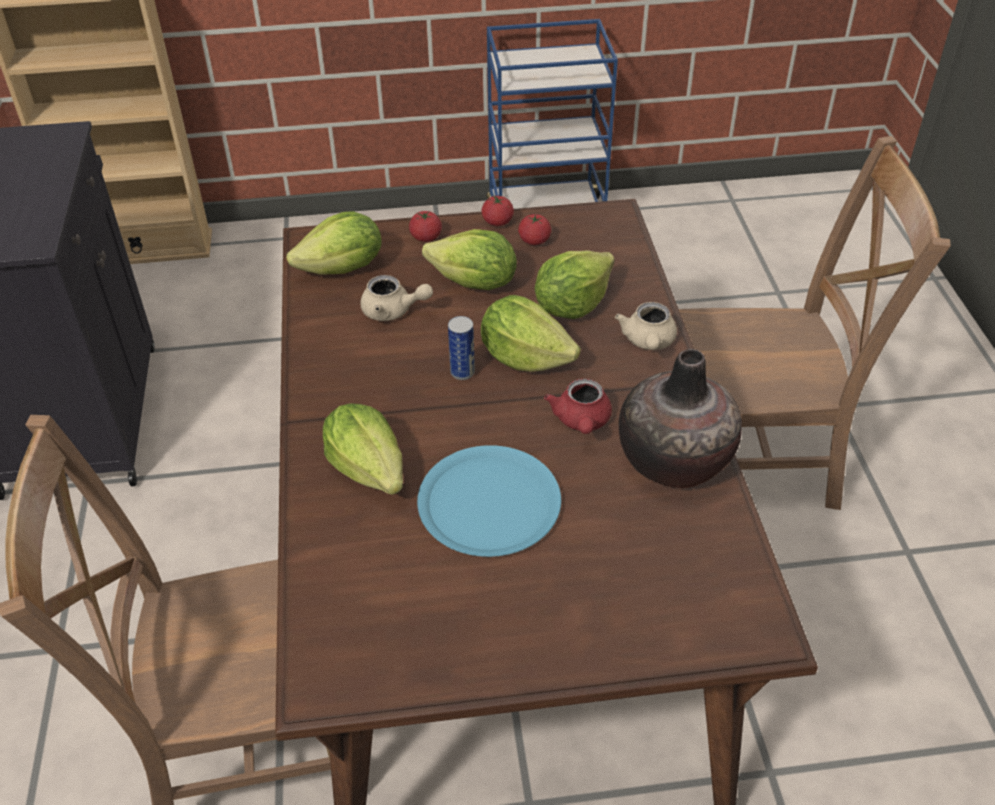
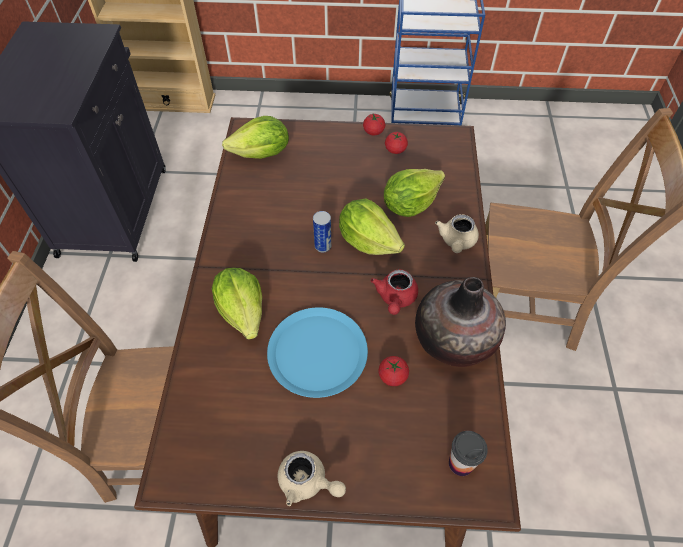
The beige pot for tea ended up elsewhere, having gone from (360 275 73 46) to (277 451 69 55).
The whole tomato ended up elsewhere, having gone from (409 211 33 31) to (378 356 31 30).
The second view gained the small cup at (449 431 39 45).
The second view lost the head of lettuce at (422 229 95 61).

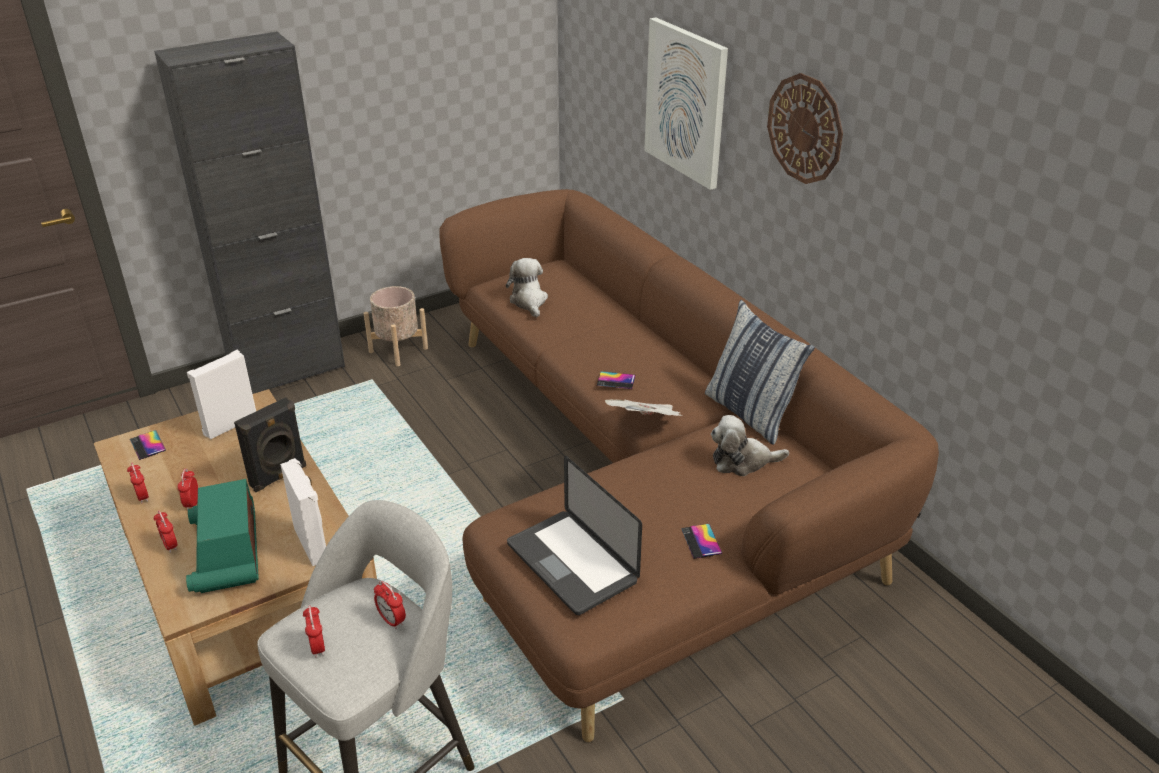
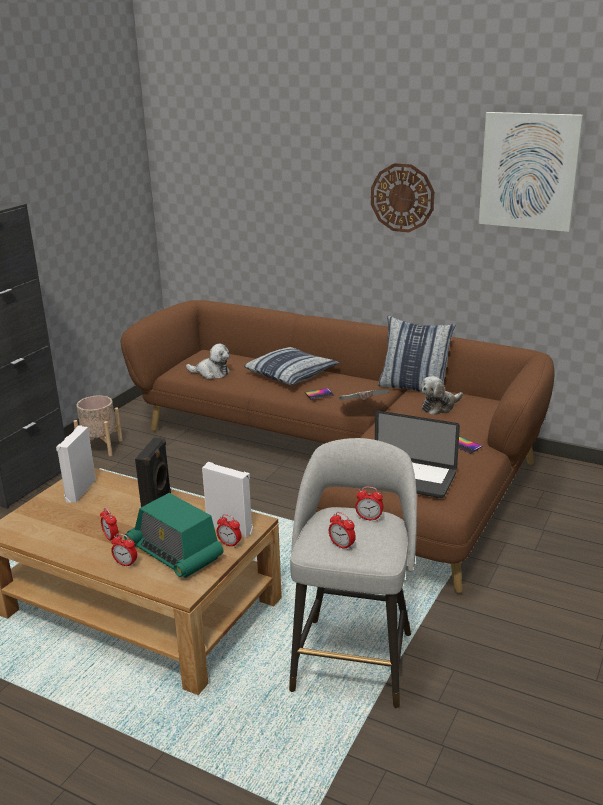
The soft toy at (506 258 42 59) ended up facing another way, 150 degrees clockwise from before.
The alarm clock ended up elsewhere, having gone from (127 463 22 41) to (217 514 25 34).
The second view gained the cushion at (244 347 95 38).
The picture ended up elsewhere, having gone from (644 17 84 173) to (479 112 104 120).
The second view lost the telephone at (130 430 36 30).

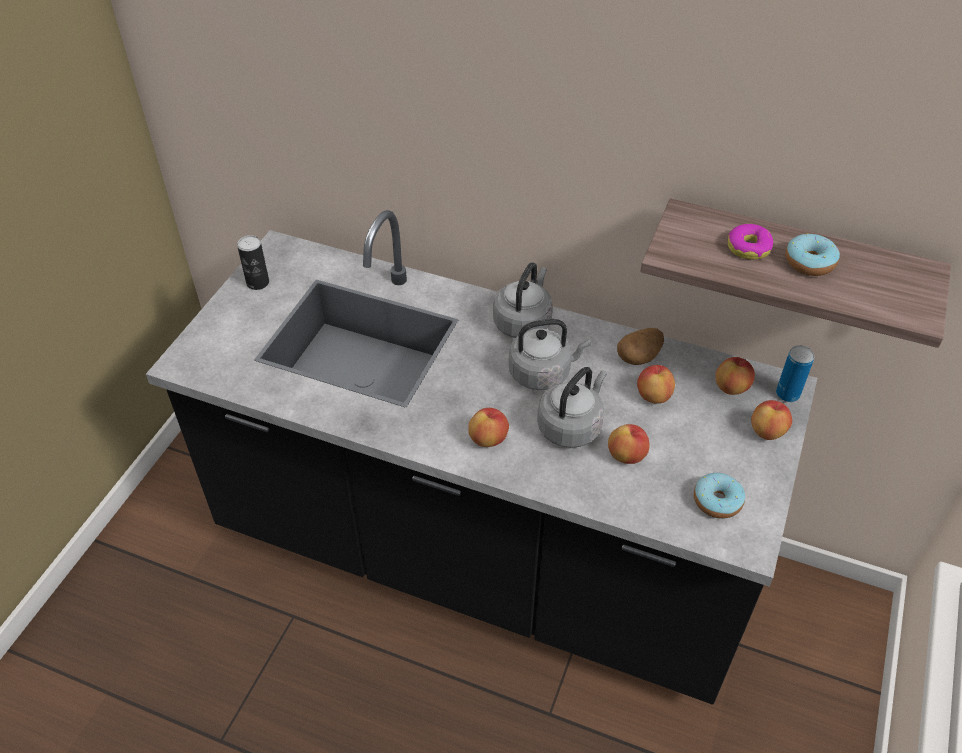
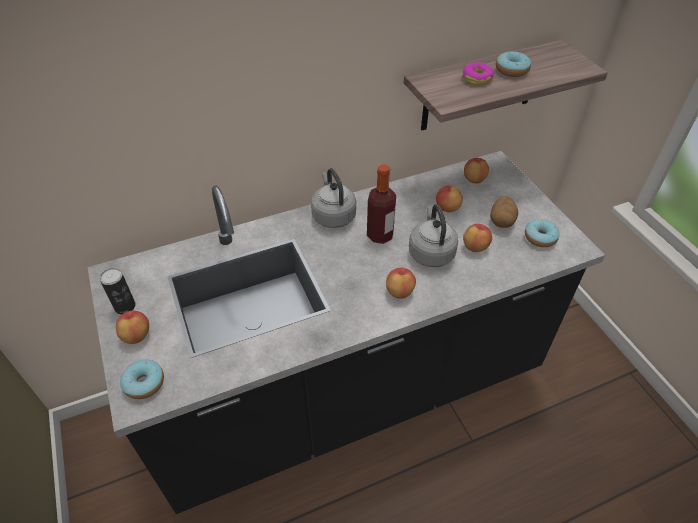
The apple ended up elsewhere, having gone from (751 400 41 40) to (116 311 33 33).
The second view gained the ring doughnut at (120 359 44 40).
Where the grey water kettle stood at (509 319 82 71), the drink bottle came to stand at (367 164 29 80).
The whole potato ended up elsewhere, having gone from (617 328 47 37) to (490 196 28 32).
The second view lost the metal can at (776 345 39 57).

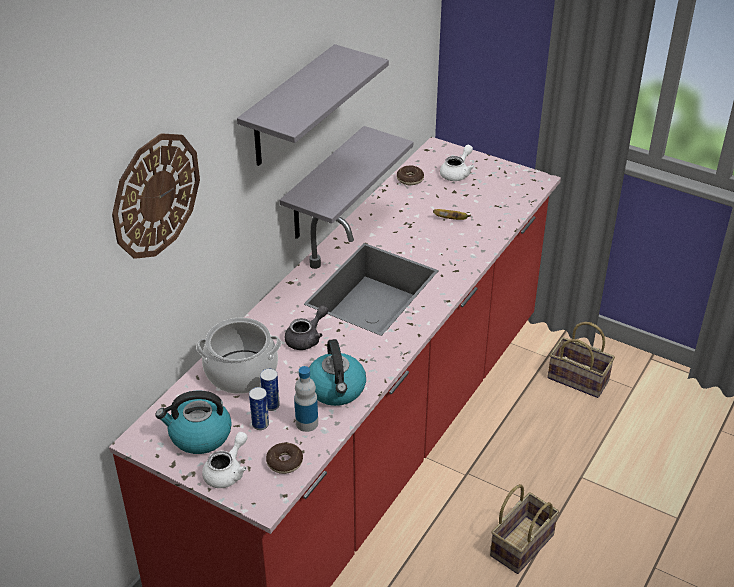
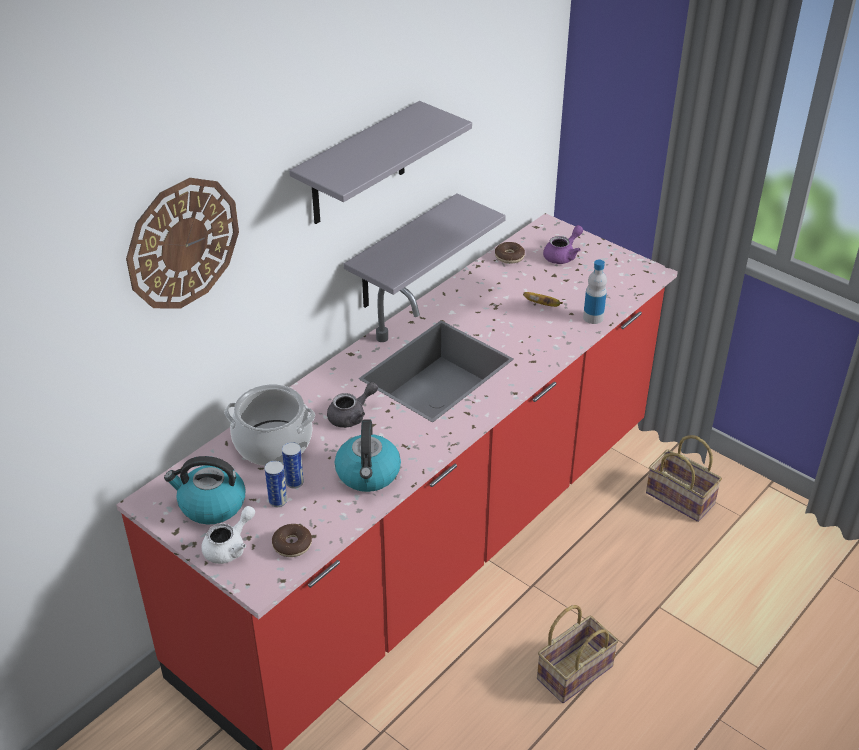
What was the white pot for tea at (440 145 35 36) turned into the purple pot for tea at (543 225 40 39).
The drink bottle ended up elsewhere, having gone from (294 366 24 66) to (583 260 24 64).

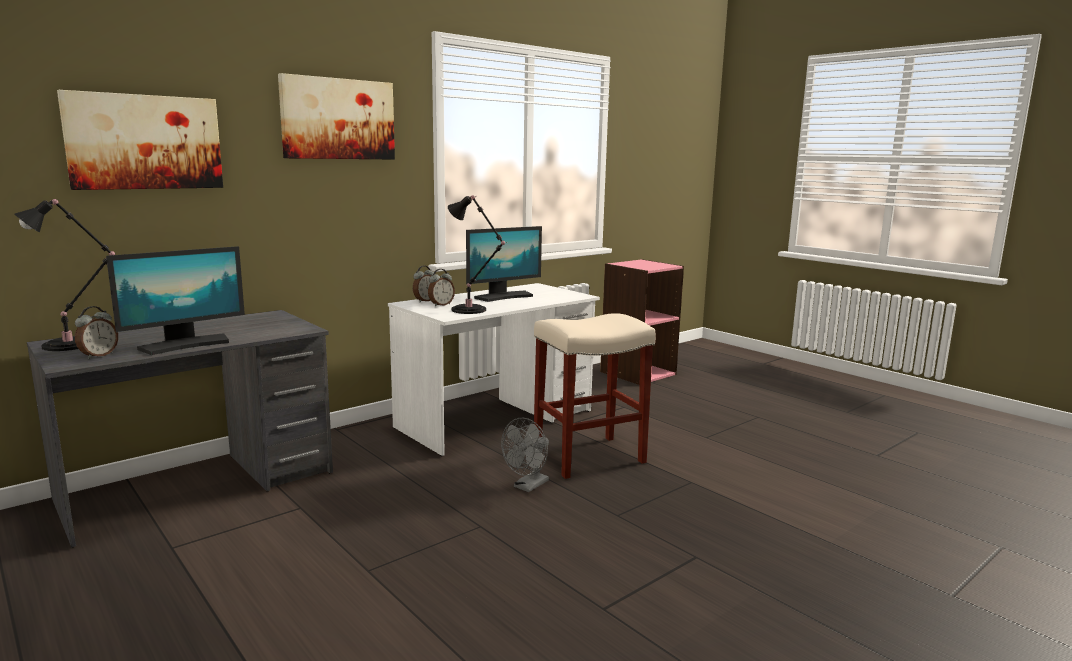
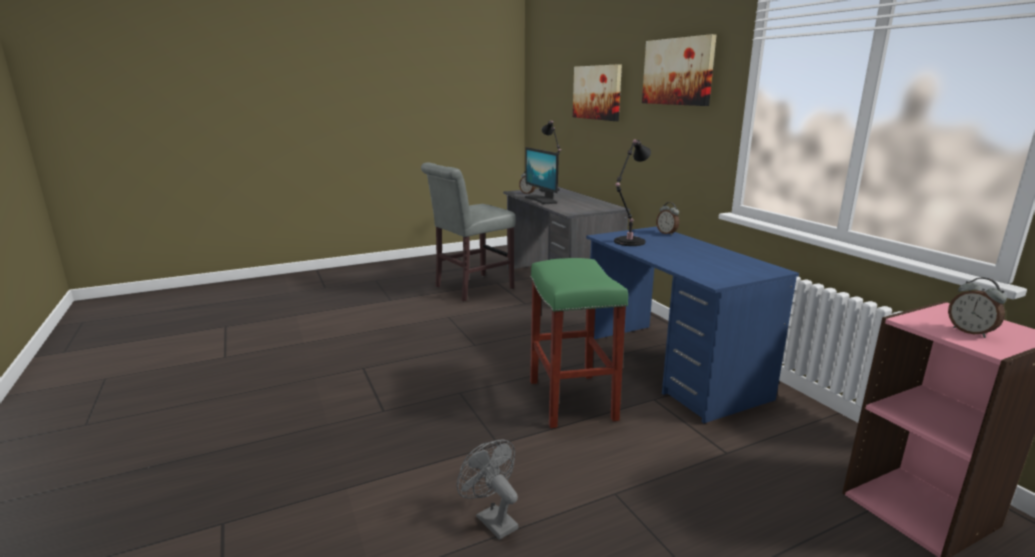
The second view gained the grey upright chair at (421 162 95 140).
The grey electric fan ended up elsewhere, having gone from (501 418 48 74) to (457 439 61 101).
What was the beige sitting stool at (534 313 122 166) turned into the green-coloured sitting stool at (530 258 98 170).
What was the white desk at (388 283 212 173) turned into the bluish desk at (586 226 213 198).
The alarm clock ended up elsewhere, having gone from (428 269 27 38) to (948 278 59 60).
The second view lost the computer display at (466 226 76 76).

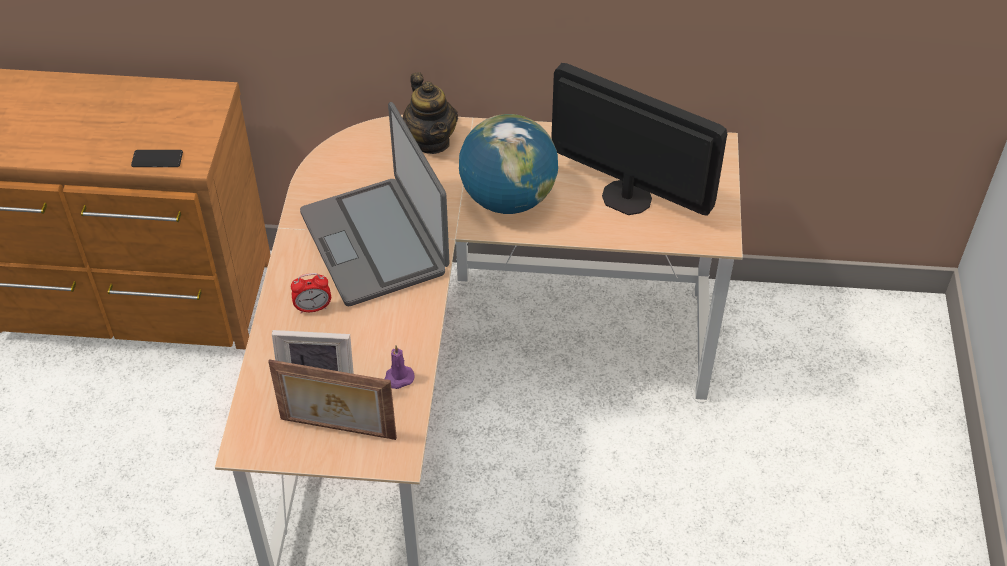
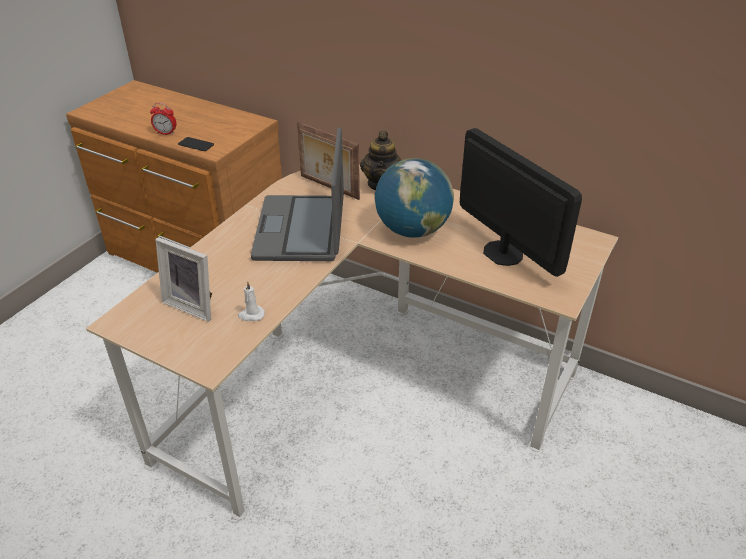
The alarm clock ended up elsewhere, having gone from (291 273 40 40) to (150 103 26 32).
What was the purple wax candle at (385 345 30 44) turned into the white wax candle at (238 281 27 40).
The standing frame ended up elsewhere, having gone from (268 359 129 81) to (297 122 63 78).

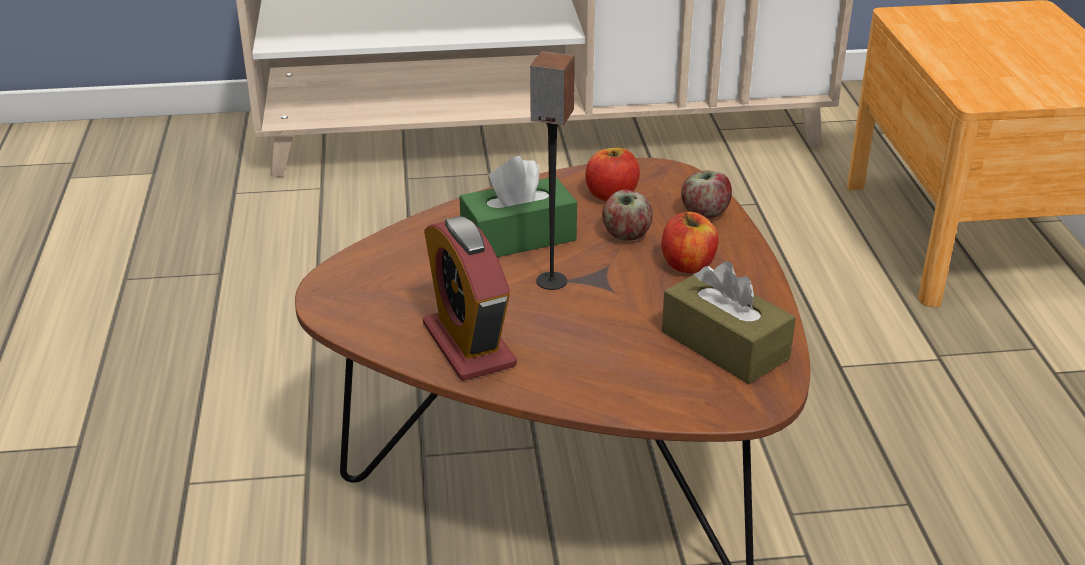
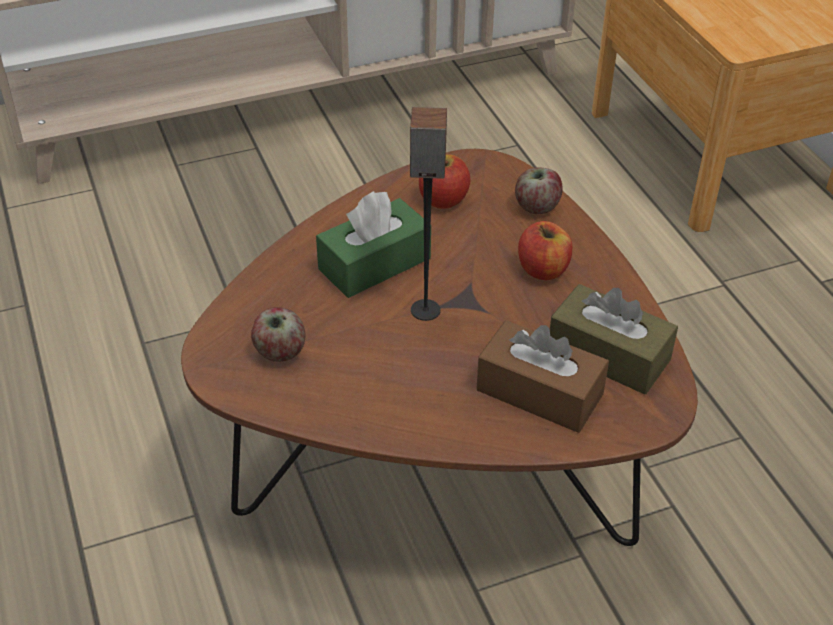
The apple ended up elsewhere, having gone from (602 190 51 51) to (251 307 54 55).
The second view gained the brown tissue box at (477 320 132 113).
The second view lost the alarm clock at (423 216 94 165).

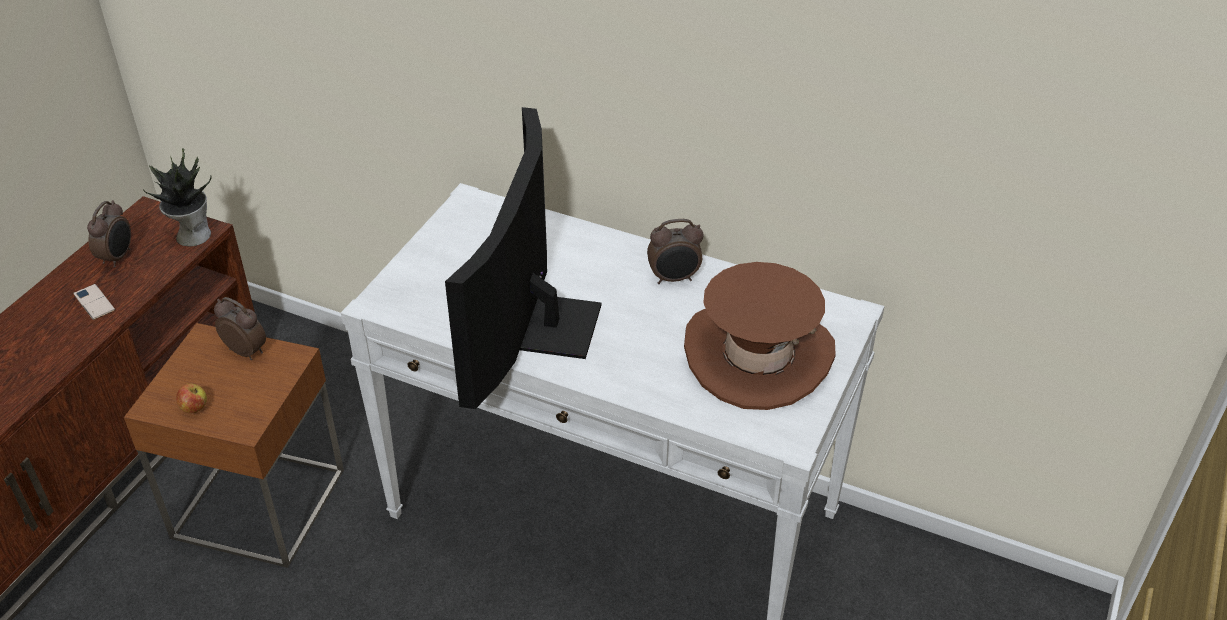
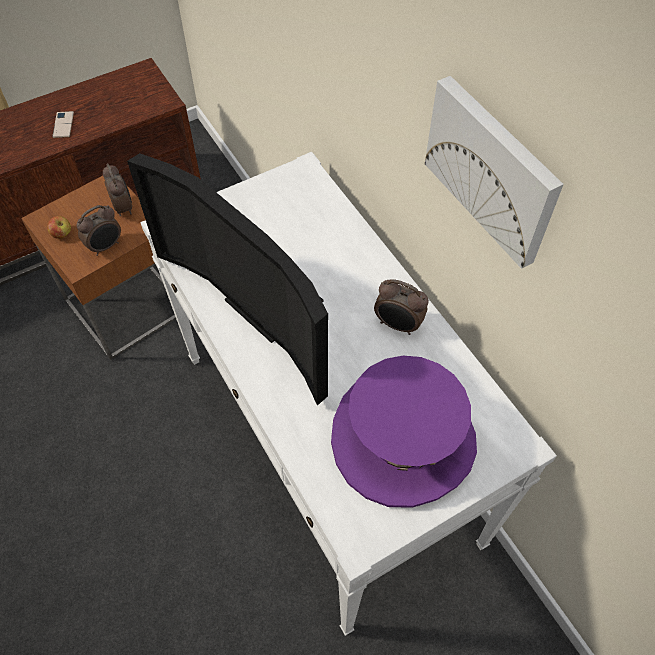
The alarm clock ended up elsewhere, having gone from (87 200 44 68) to (77 205 44 51).
The TV set at (445 107 156 302) ended up facing another way, 90 degrees counterclockwise from before.
What was the brown clothing hat at (684 262 152 148) turned into the purple clothing hat at (331 356 146 152).
The second view gained the picture at (425 76 139 193).
The second view lost the potted plant at (143 148 68 99).

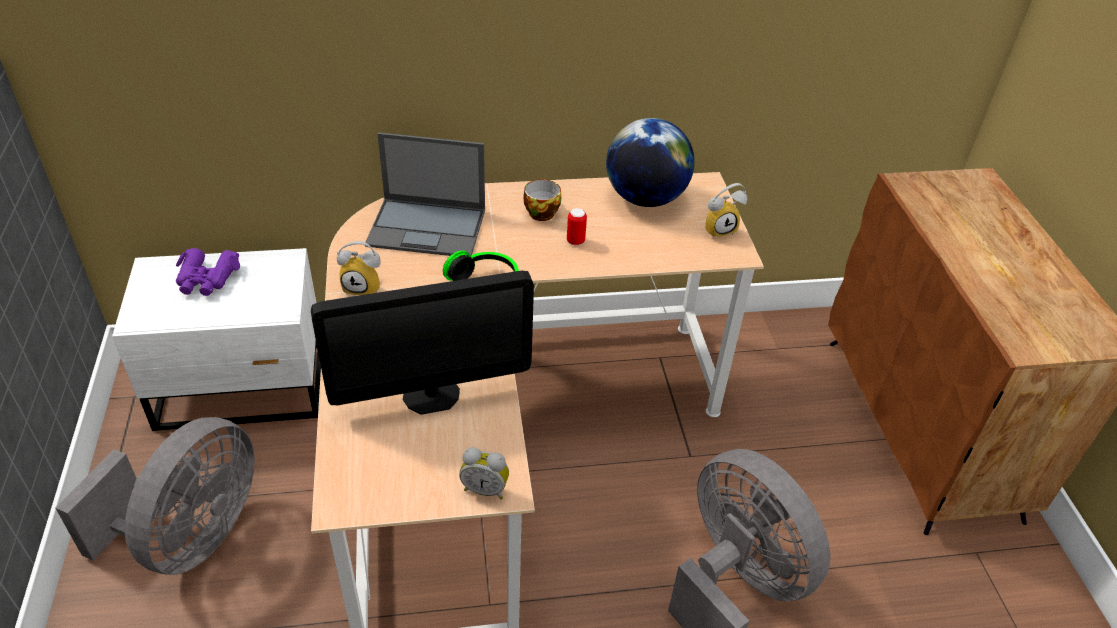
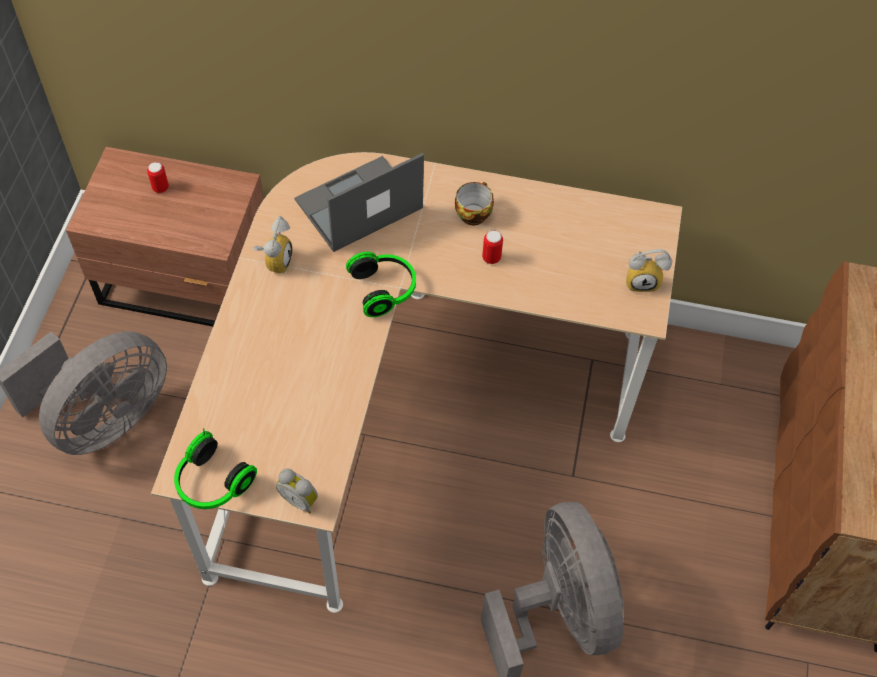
What was the white night table at (112 248 209 183) turned into the brown night table at (66 147 198 180).
Where the purple binoculars stood at (176 248 64 48), the metal can came to stand at (147 162 22 31).
The second view gained the headset at (174 428 83 81).
The alarm clock at (337 241 44 54) ended up facing another way, 105 degrees counterclockwise from before.
The portable computer at (365 132 120 124) ended up facing another way, 120 degrees clockwise from before.
The second view lost the computer display at (311 270 223 145).
The second view lost the world globe at (606 118 89 89).

